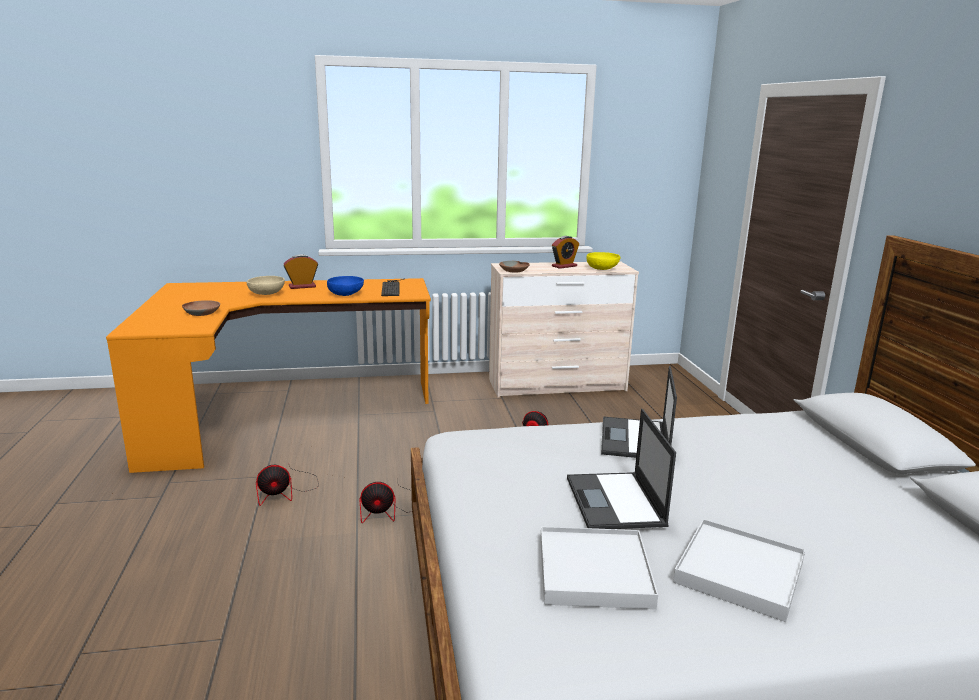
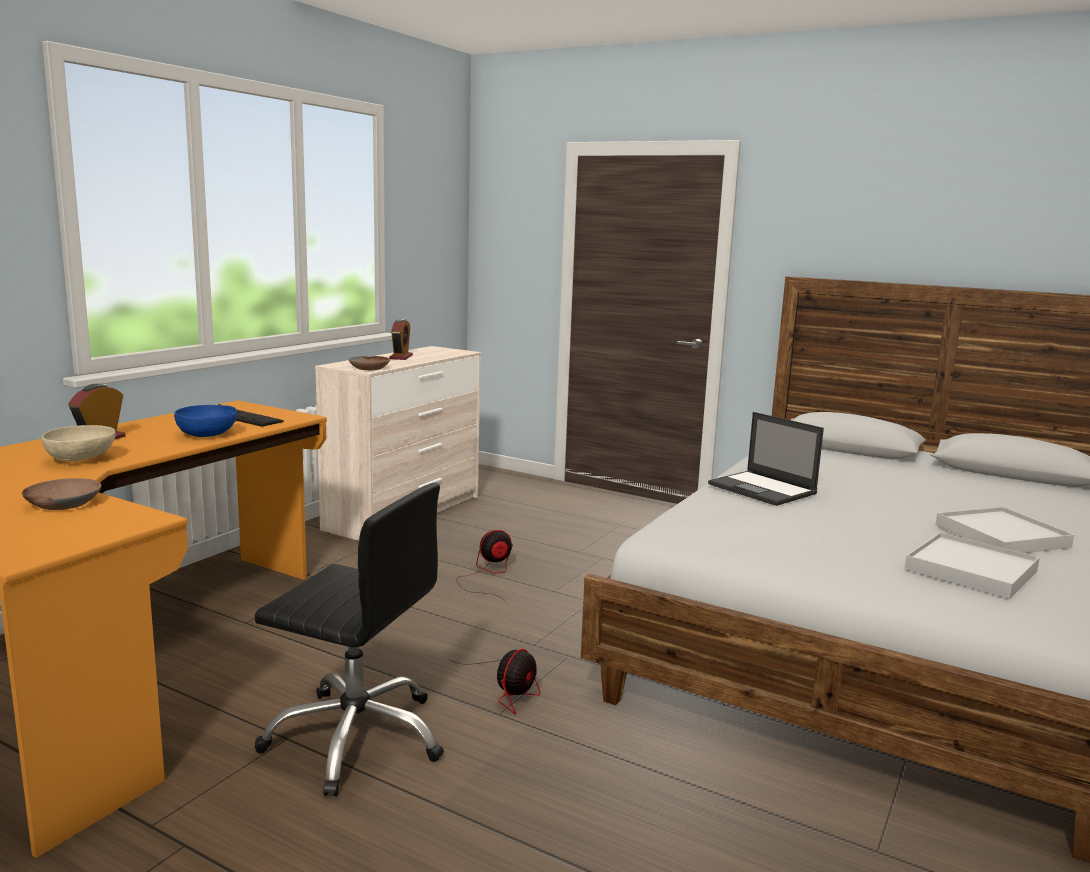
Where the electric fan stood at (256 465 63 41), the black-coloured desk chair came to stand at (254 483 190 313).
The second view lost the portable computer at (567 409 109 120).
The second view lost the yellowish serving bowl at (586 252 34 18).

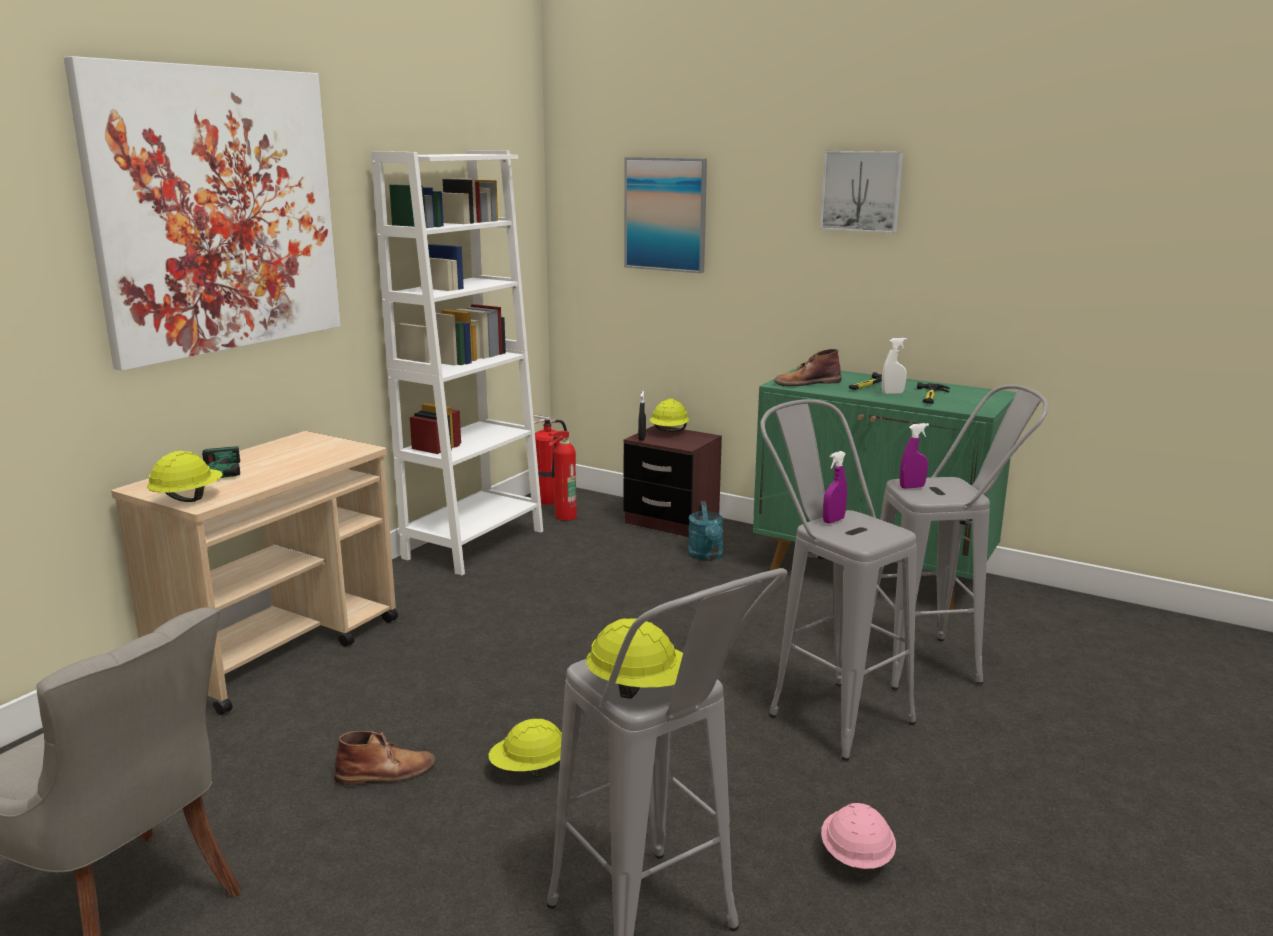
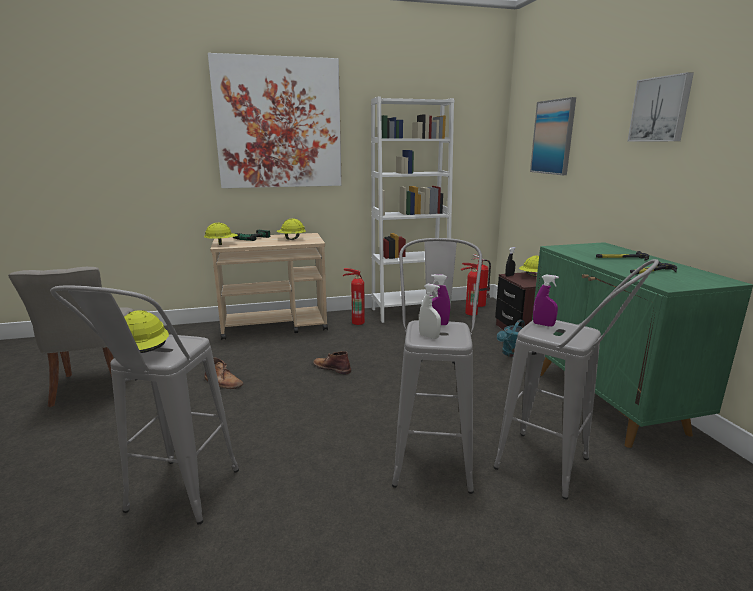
The yellowish safety helmet ended up elsewhere, having gone from (489 719 73 59) to (277 219 29 21).
The brown high-top boot ended up elsewhere, having gone from (774 349 68 37) to (313 351 38 23).
The second view gained the extinguisher at (343 268 22 57).
The white spray bottle ended up elsewhere, having gone from (882 338 25 56) to (419 284 22 55).
The second view lost the pinkish safety helmet at (821 803 75 66).

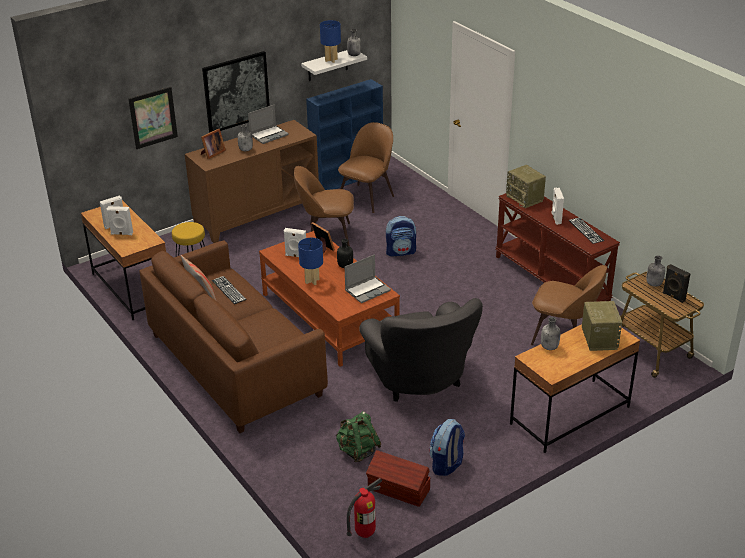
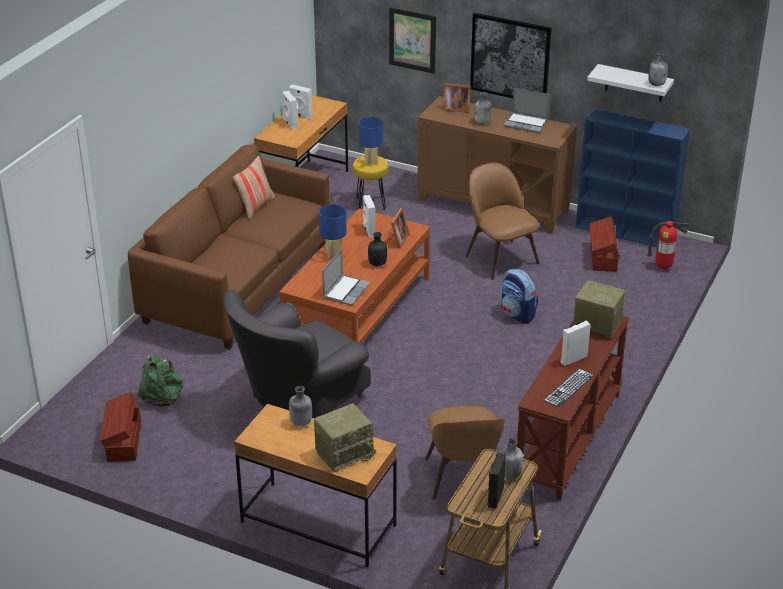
The portable computer at (345 254 46 49) ended up facing another way, 90 degrees counterclockwise from before.
The bluish tabletop lamp ended up elsewhere, having gone from (320 20 21 43) to (359 117 24 49).
The radio receiver at (506 165 40 43) ended up facing another way, 90 degrees clockwise from before.
Where the brown upright chair stood at (338 122 56 91), the brown storage container came to stand at (589 216 30 55).
The extinguisher ended up elsewhere, having gone from (347 478 36 60) to (647 221 43 48).
The second view lost the keyboard at (212 276 35 28).
The second view lost the rucksack at (429 419 36 57).

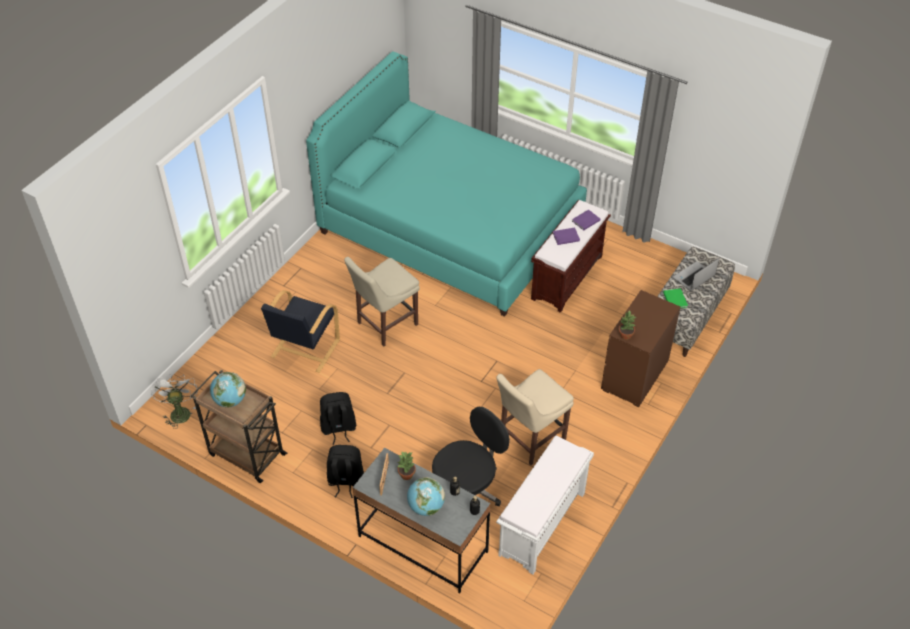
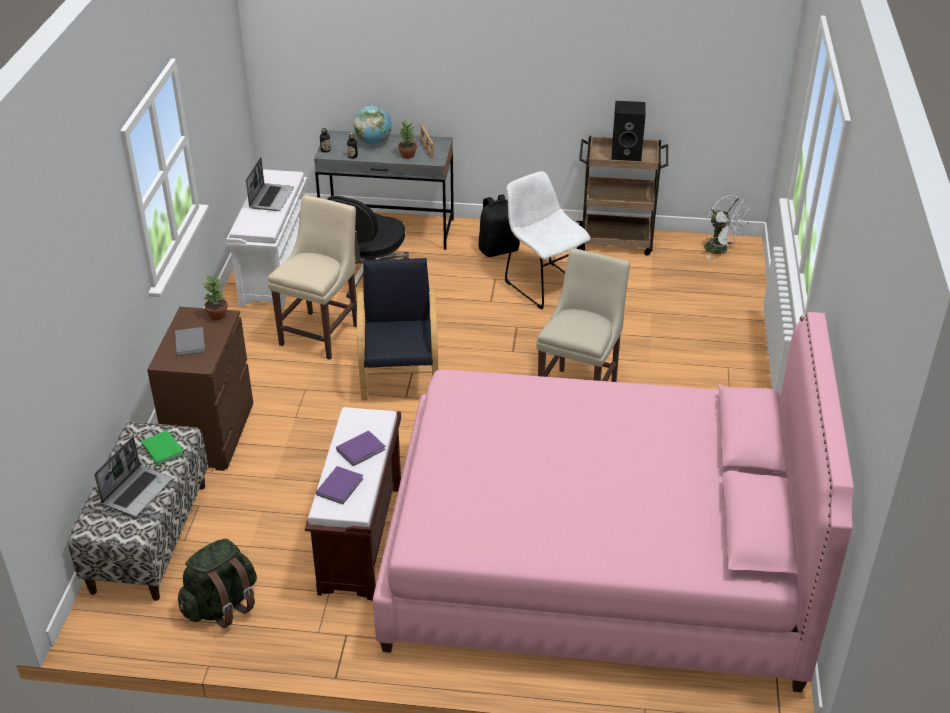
The second view gained the grey volume at (175 327 31 29).
The second view gained the green-coloured rucksack at (178 538 79 90).
The second view gained the portable computer at (246 157 48 54).
The black-coloured lounge chair ended up elsewhere, having gone from (261 290 79 83) to (357 258 81 143).
What was the turquoise-coloured bedroom bed at (306 51 281 266) turned into the pinkish bedroom bed at (373 312 481 380).
Where the black-coloured rucksack stood at (320 392 36 53), the white upright chair came to stand at (505 171 85 138).
Where the world globe stood at (210 372 36 36), the black-coloured loudspeaker came to stand at (612 101 34 60).

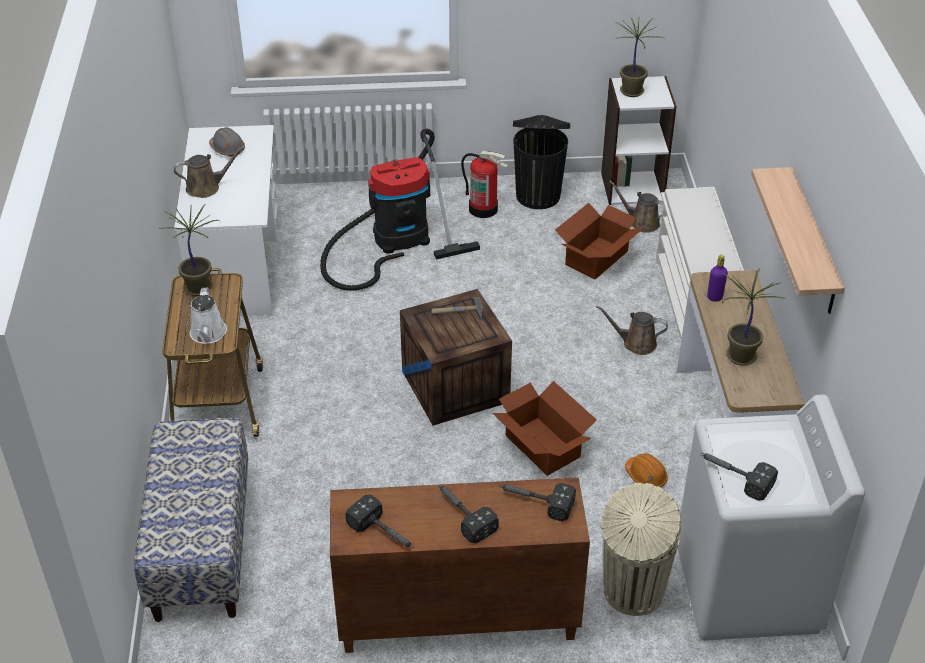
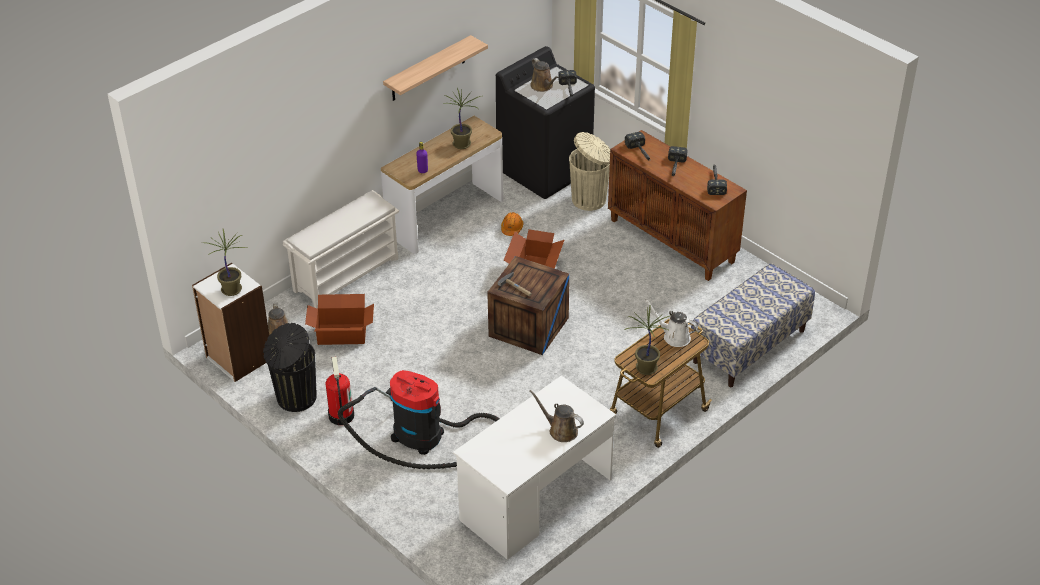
What was the white laundry appliance at (678 394 187 246) turned into the black-coloured laundry appliance at (496 46 99 153).
The brown watering pot ended up elsewhere, having gone from (596 305 72 50) to (530 58 29 34).
The white watering pot at (190 287 37 57) ended up facing another way, 105 degrees counterclockwise from before.
The second view lost the grey safety helmet at (209 127 36 30).

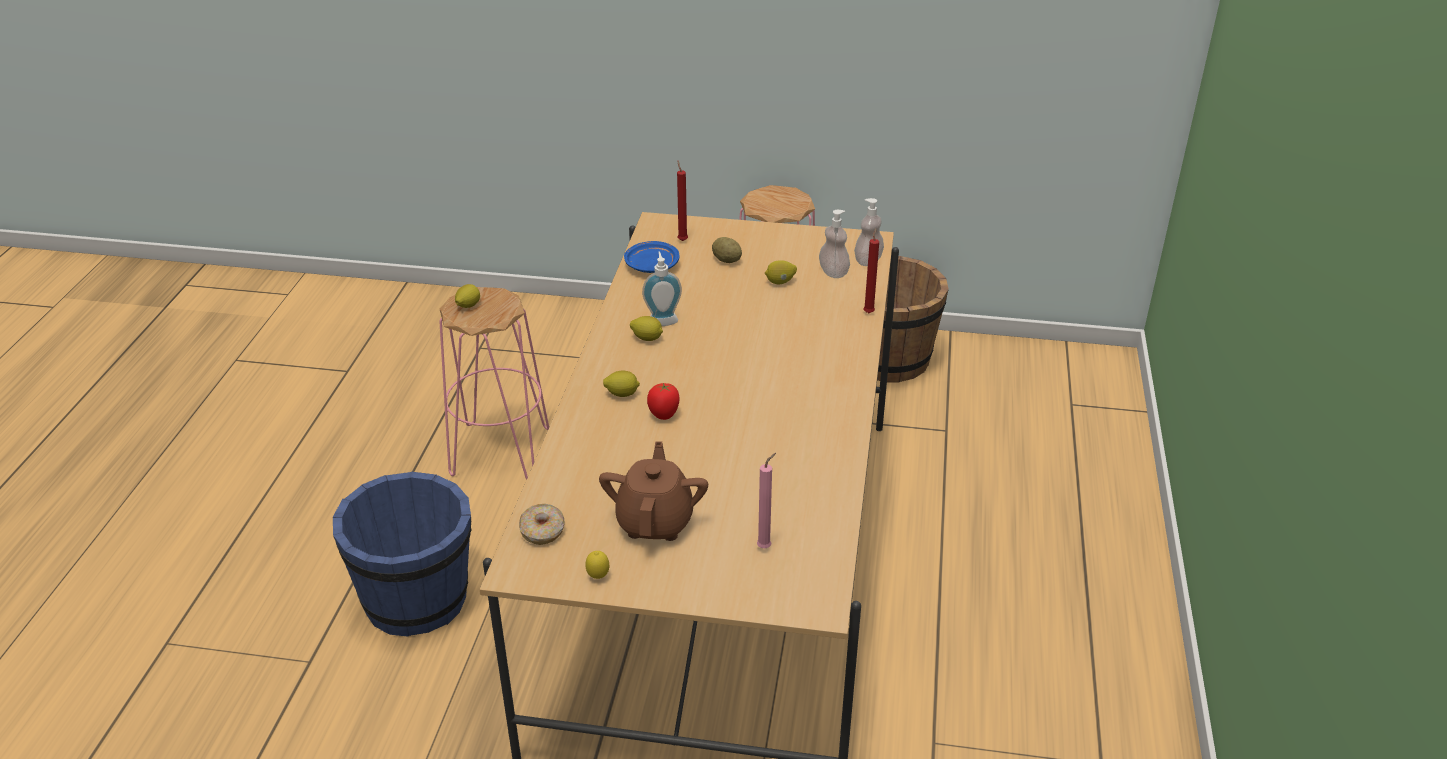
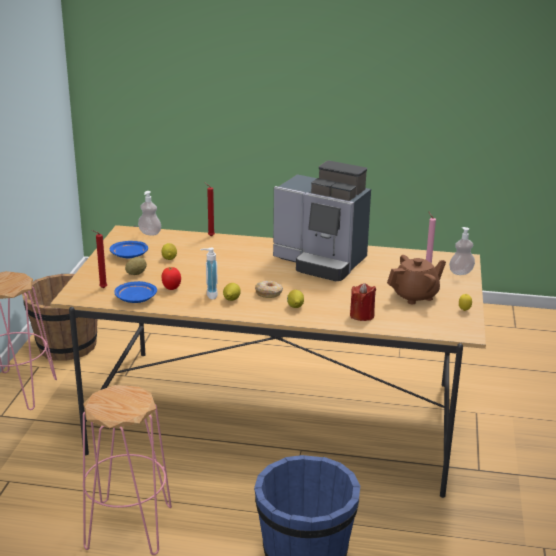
The second view gained the bluish plate at (110 241 38 18).
The whole tomato ended up elsewhere, having gone from (647 383 33 37) to (161 267 20 23).
The ring doughnut ended up elsewhere, having gone from (519 504 46 41) to (255 281 28 17).
The second view gained the coffee maker at (273 161 98 120).
The second view gained the red wax candle at (350 283 26 38).
The brown pot for tea at (599 441 109 100) ended up facing another way, 150 degrees clockwise from before.
The liquid soap bottle ended up elsewhere, having gone from (819 210 31 68) to (449 227 26 48).
The second view lost the whole lemon at (455 284 25 24).

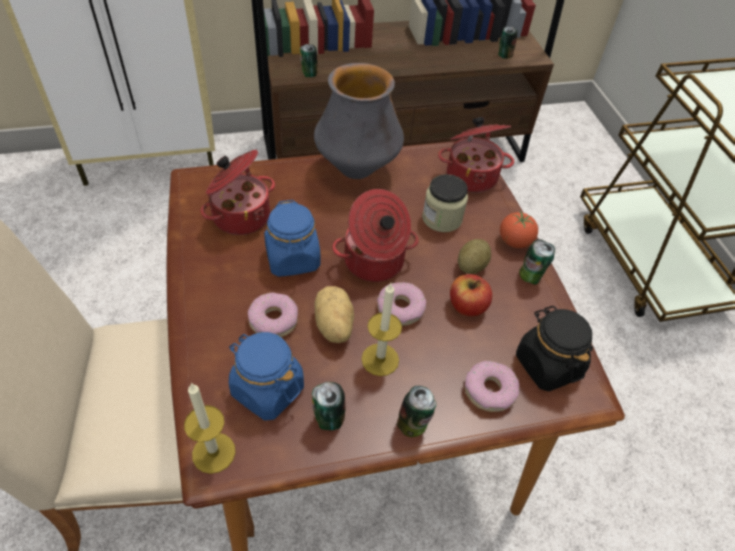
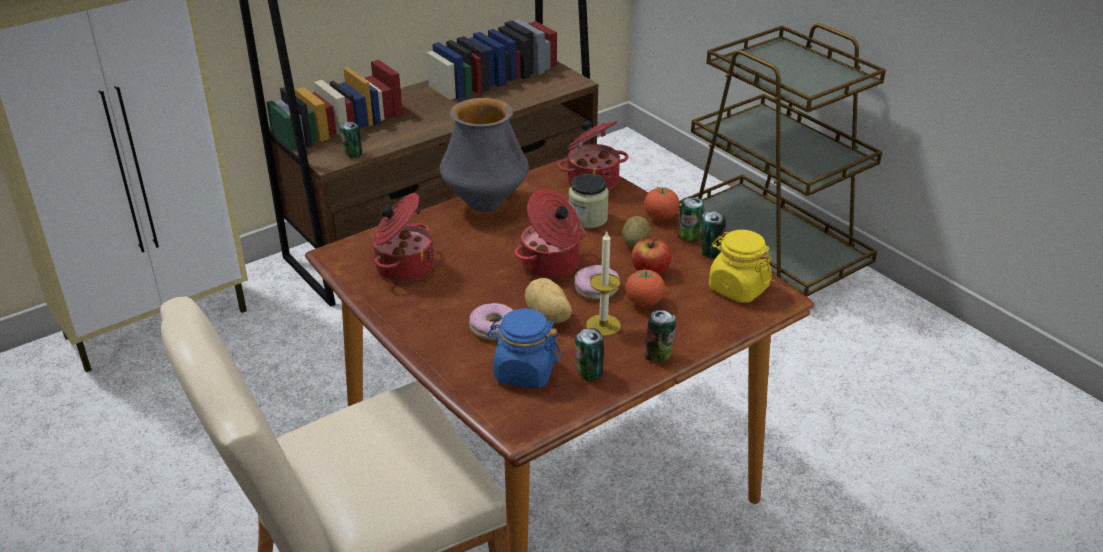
The second view gained the whole tomato at (625 269 40 38).
The metal can ended up elsewhere, having gone from (498 26 19 33) to (700 211 26 47).
What was the black-coloured preserve jar at (516 306 77 85) turned into the yellowish preserve jar at (709 230 63 73).
The second view lost the wax candle at (184 383 52 91).
The second view lost the bluish preserve jar at (264 200 56 77).
The second view lost the ring doughnut at (465 361 55 51).

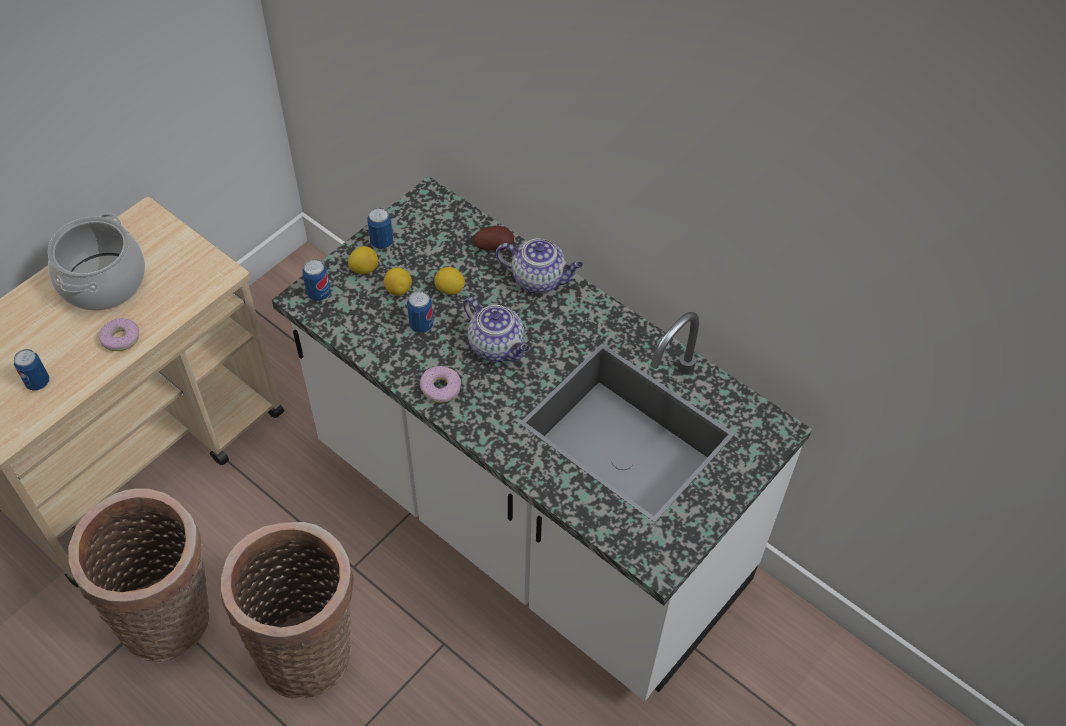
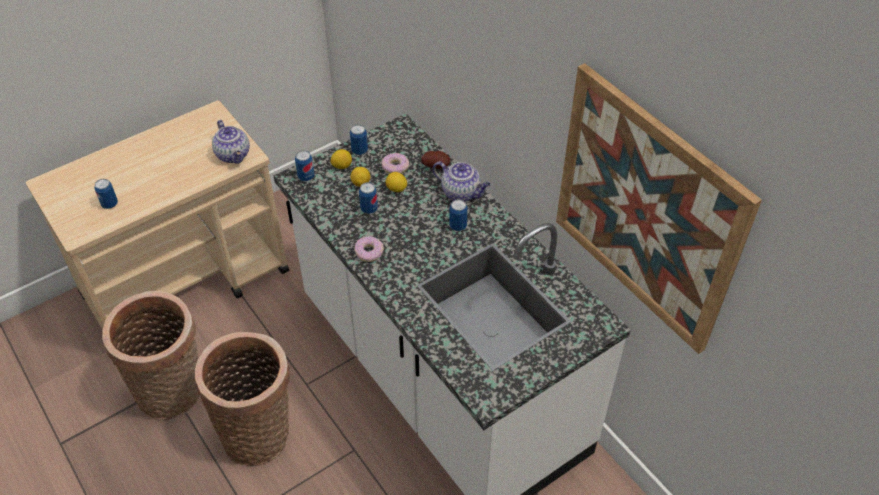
The pot for tea ended up elsewhere, having gone from (463 297 66 65) to (212 120 38 44).
The ring doughnut ended up elsewhere, having gone from (99 318 40 33) to (382 153 27 21).
The second view gained the metal can at (449 199 19 32).
The second view gained the picture at (556 63 206 291).
The second view lost the cooking pot at (48 213 97 98).

